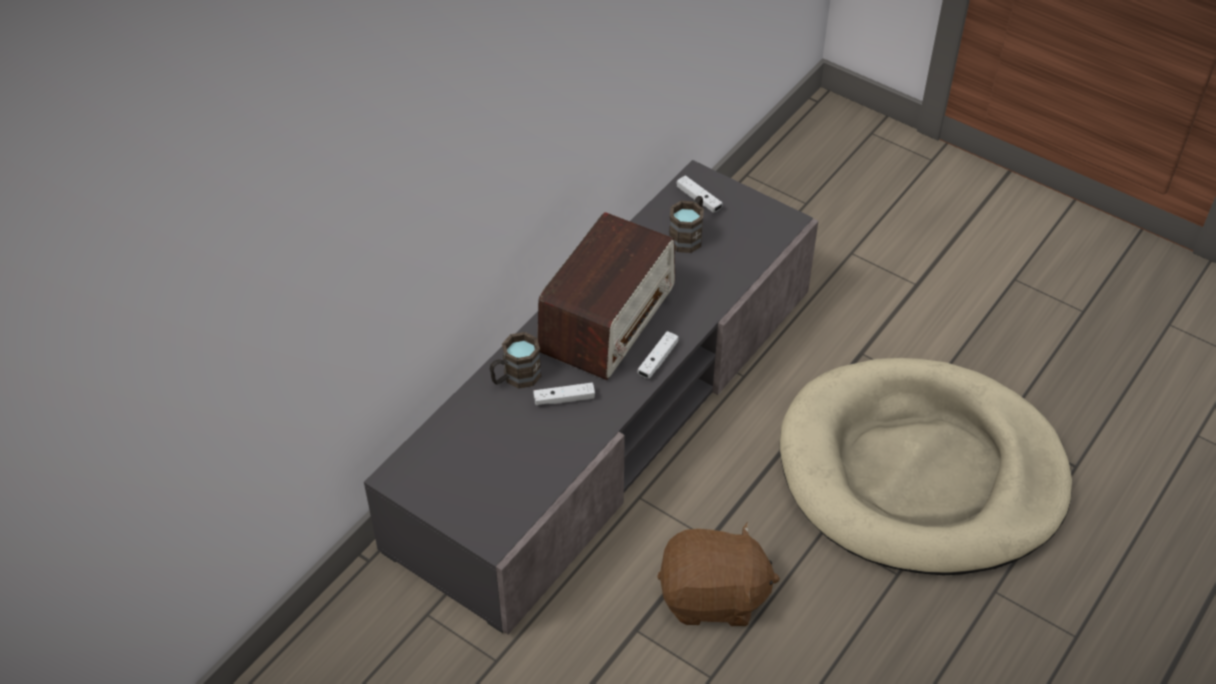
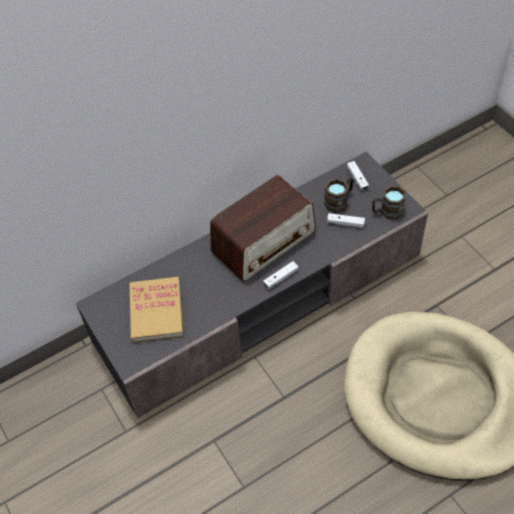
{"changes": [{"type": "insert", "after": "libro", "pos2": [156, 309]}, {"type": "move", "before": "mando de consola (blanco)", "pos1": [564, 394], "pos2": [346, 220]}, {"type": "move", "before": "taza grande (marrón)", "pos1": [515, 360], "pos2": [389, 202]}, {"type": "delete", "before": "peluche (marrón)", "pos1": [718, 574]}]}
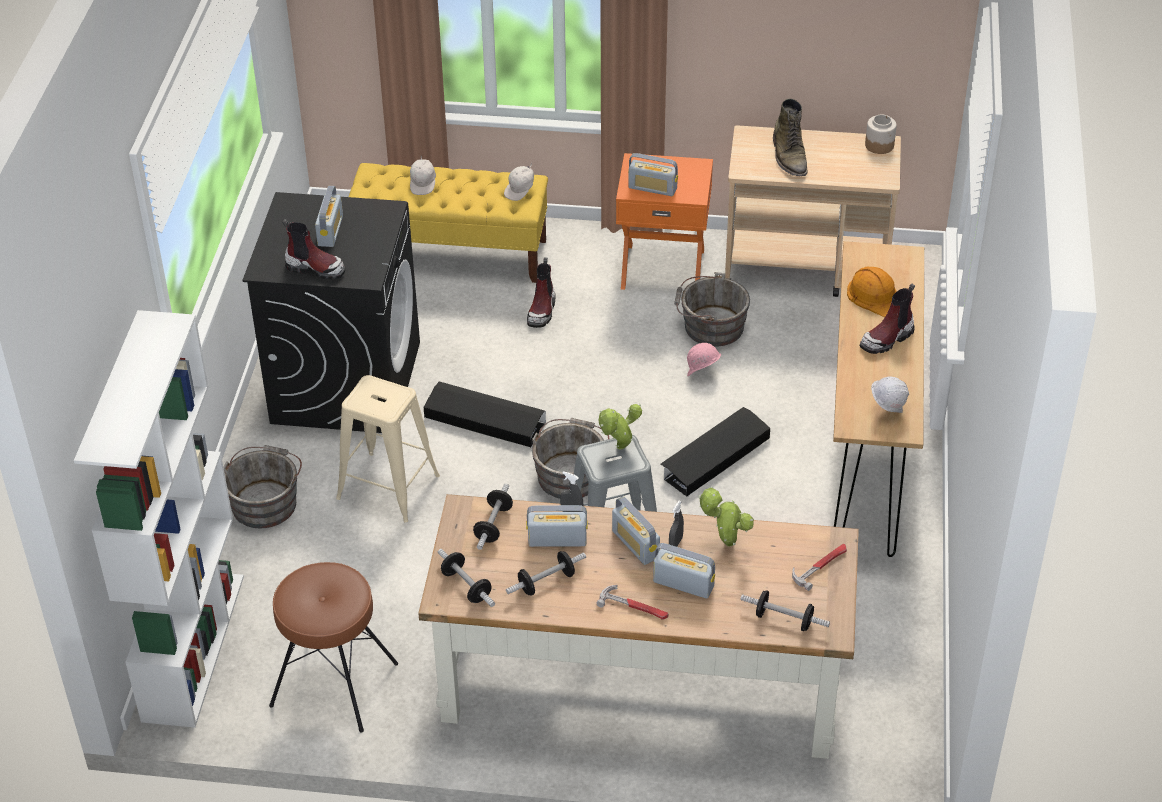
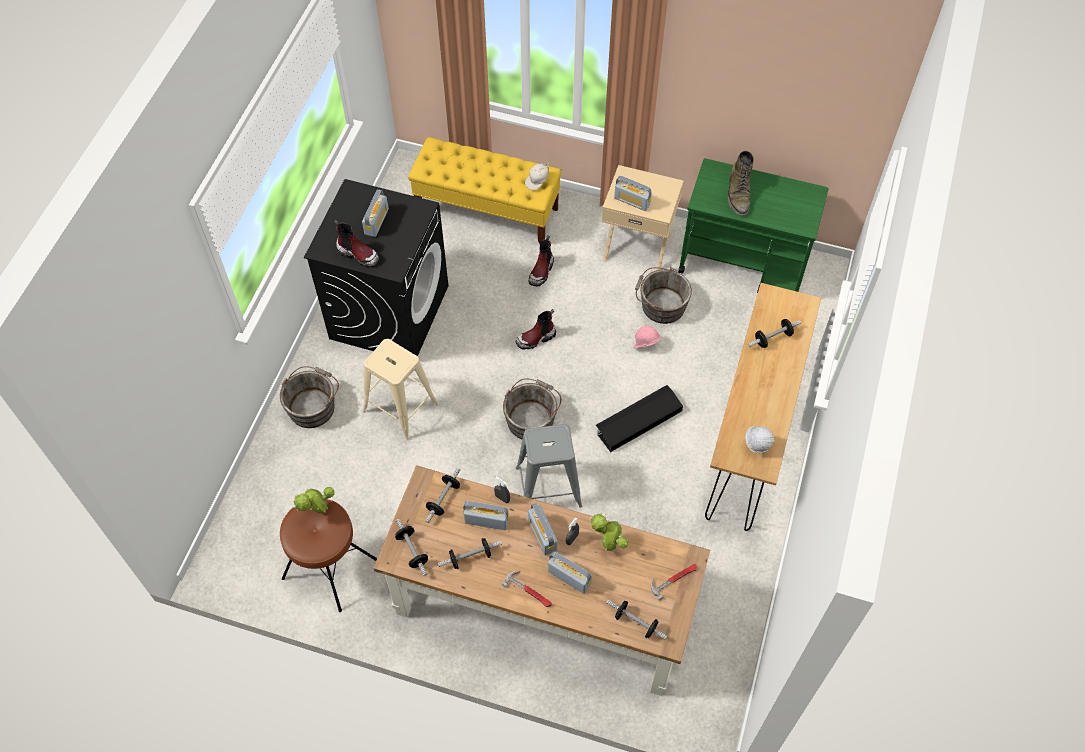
{"changes": [{"type": "move", "before": "planta en maceta", "pos1": [620, 427], "pos2": [314, 500]}, {"type": "move", "before": "bota", "pos1": [887, 318], "pos2": [536, 329]}, {"type": "recolor", "before": "mesita de noche (naranja)", "after": "mesita de noche (beis)", "pos1": [664, 221], "pos2": [643, 217]}, {"type": "recolor", "before": "carrito (beis)", "after": "carrito (verde)", "pos1": [813, 211], "pos2": [753, 225]}, {"type": "replace", "before": "casco (naranja)", "after": "mancuerna", "pos1": [872, 292], "pos2": [774, 333]}, {"type": "delete", "before": "estantería (blanco)", "pos1": [159, 519]}, {"type": "delete", "before": "gorra (blanco)", "pos1": [423, 175]}, {"type": "delete", "before": "caja de almacenaje (negro)", "pos1": [485, 414]}, {"type": "delete", "before": "tarro", "pos1": [881, 134]}]}
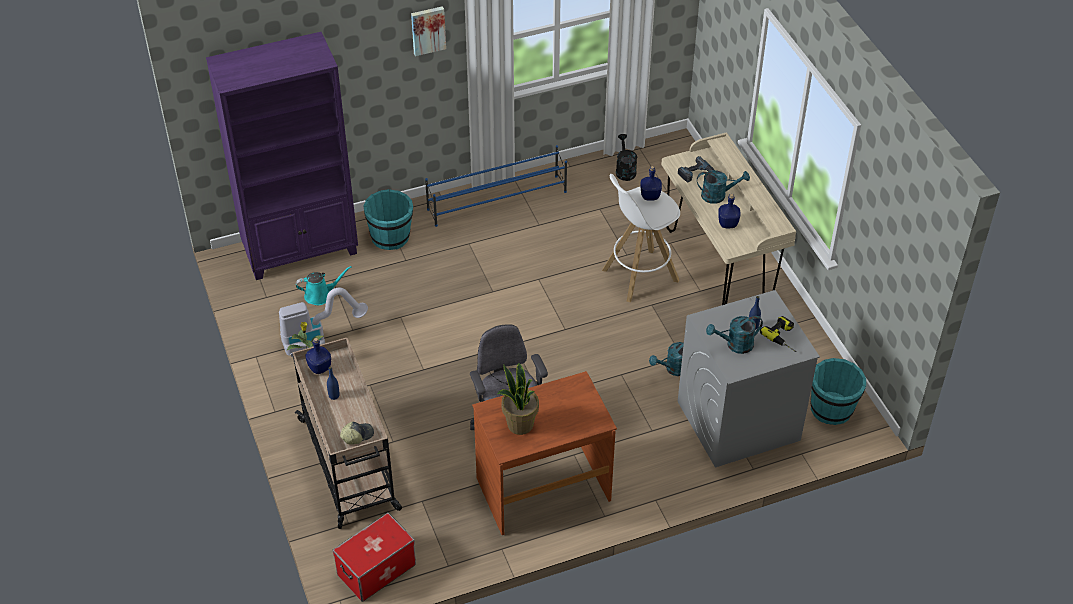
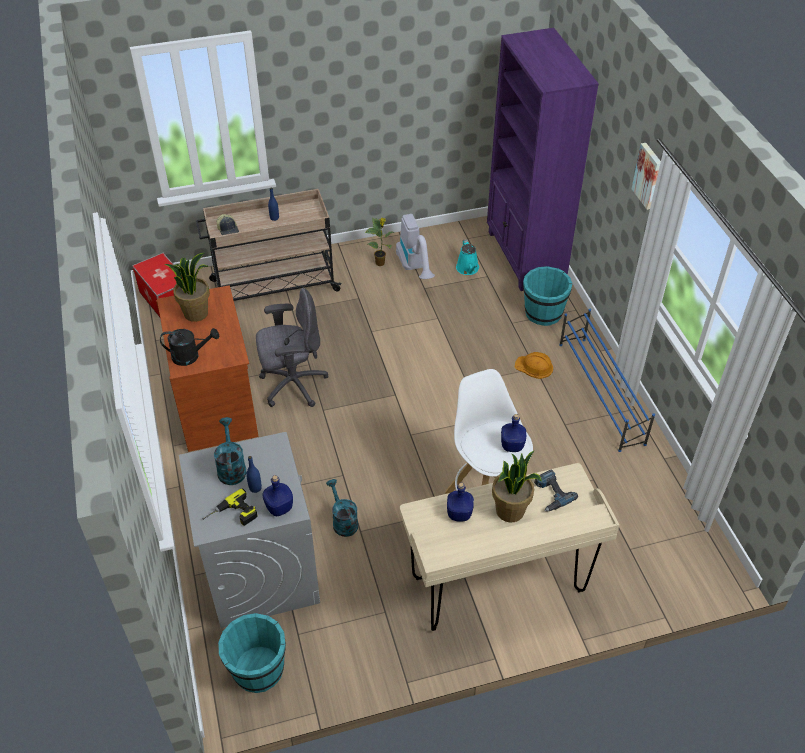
{"changes": [{"type": "move", "before": "regadera (negro)", "pos1": [626, 157], "pos2": [189, 347]}, {"type": "move", "before": "botella (azul)", "pos1": [318, 356], "pos2": [277, 495]}, {"type": "replace", "before": "regadera (turquesa)", "after": "planta en maceta", "pos1": [723, 187], "pos2": [517, 486]}, {"type": "insert", "after": "casco (naranja)", "pos2": [534, 365]}]}
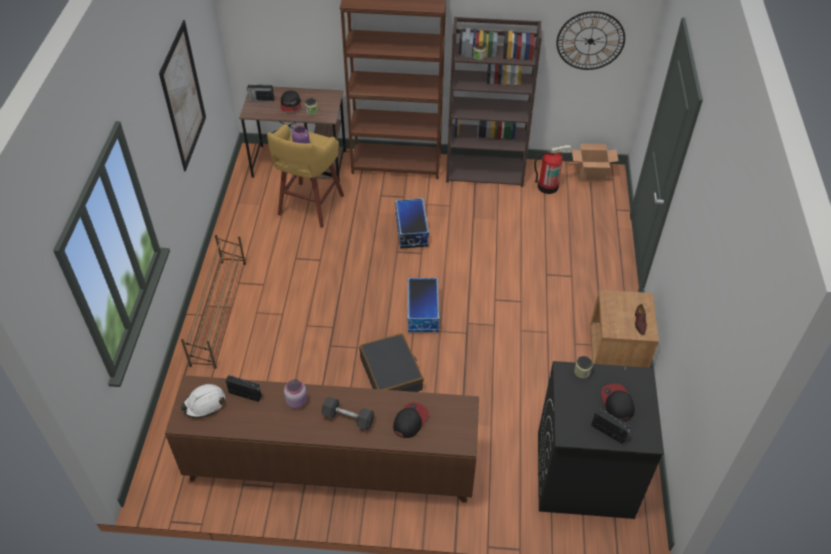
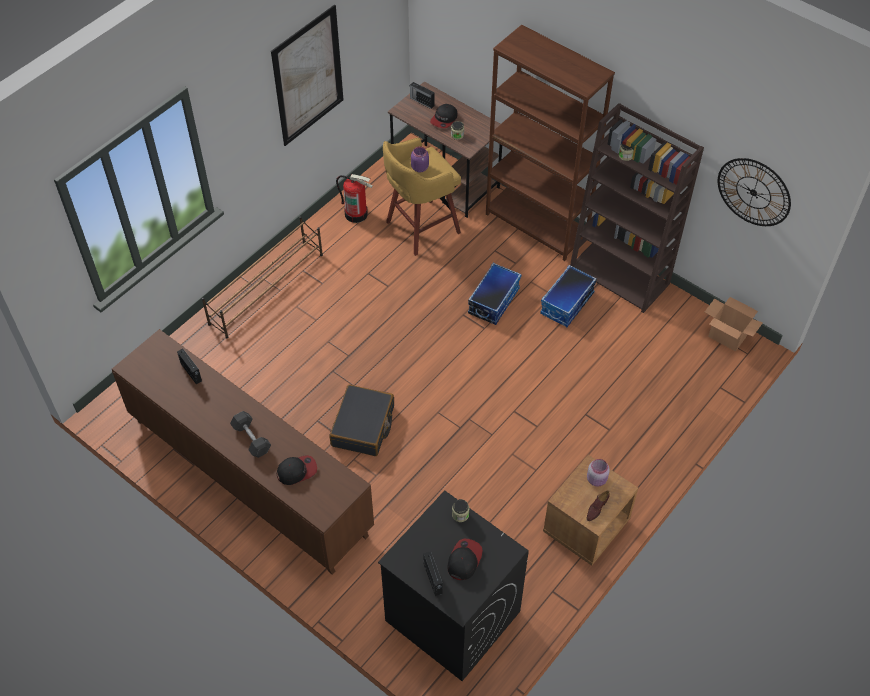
{"changes": [{"type": "move", "before": "extintor", "pos1": [553, 169], "pos2": [354, 198]}, {"type": "move", "before": "caja de almacenaje", "pos1": [423, 305], "pos2": [568, 296]}, {"type": "move", "before": "tarro (rosa)", "pos1": [295, 394], "pos2": [598, 473]}, {"type": "delete", "before": "casco (blanco)", "pos1": [202, 401]}]}
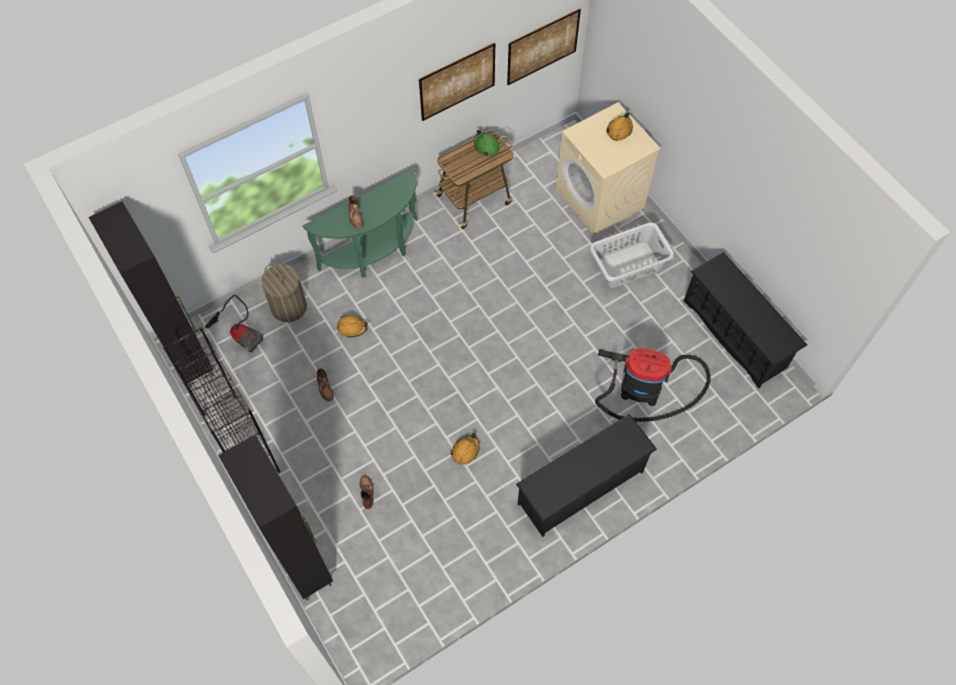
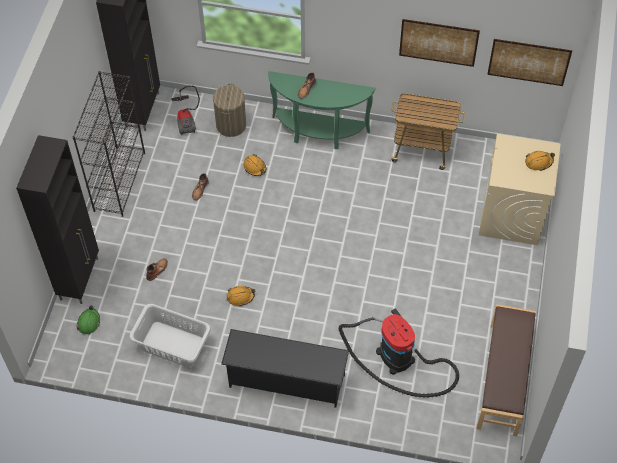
{"changes": [{"type": "move", "before": "casco (verde)", "pos1": [487, 143], "pos2": [88, 319]}, {"type": "move", "before": "cesto de la ropa (gris)", "pos1": [632, 255], "pos2": [170, 335]}, {"type": "replace", "before": "zapatero (negro)", "after": "banco (marrón)", "pos1": [745, 320], "pos2": [506, 370]}]}
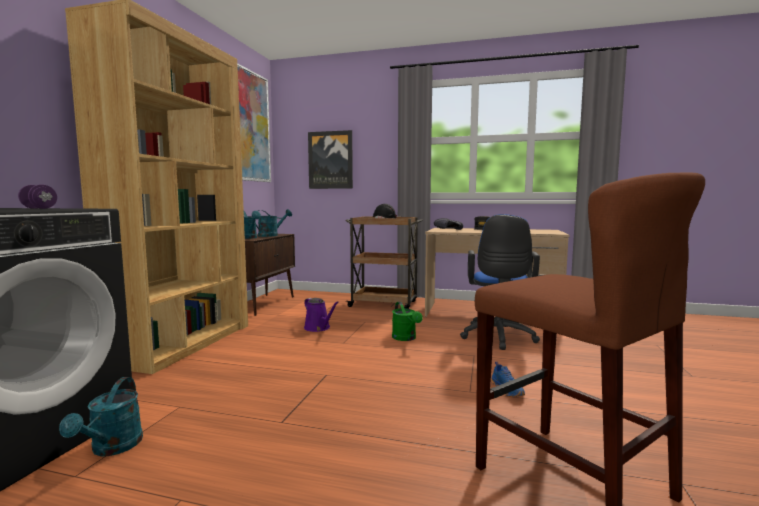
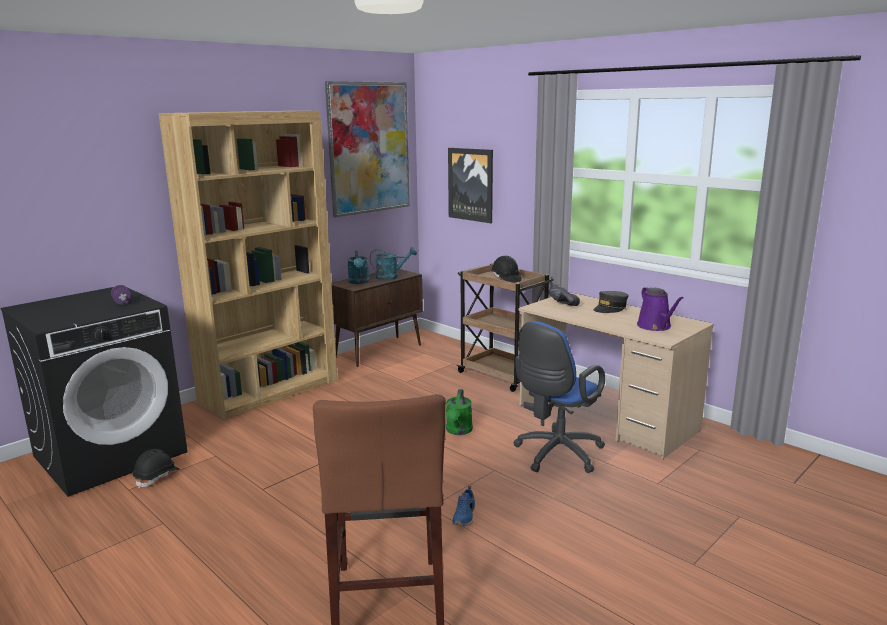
{"changes": [{"type": "replace", "before": "regadera (turquesa)", "after": "casco (negro)", "pos1": [101, 417], "pos2": [156, 469]}, {"type": "move", "before": "regadera (morado)", "pos1": [321, 315], "pos2": [660, 309]}]}
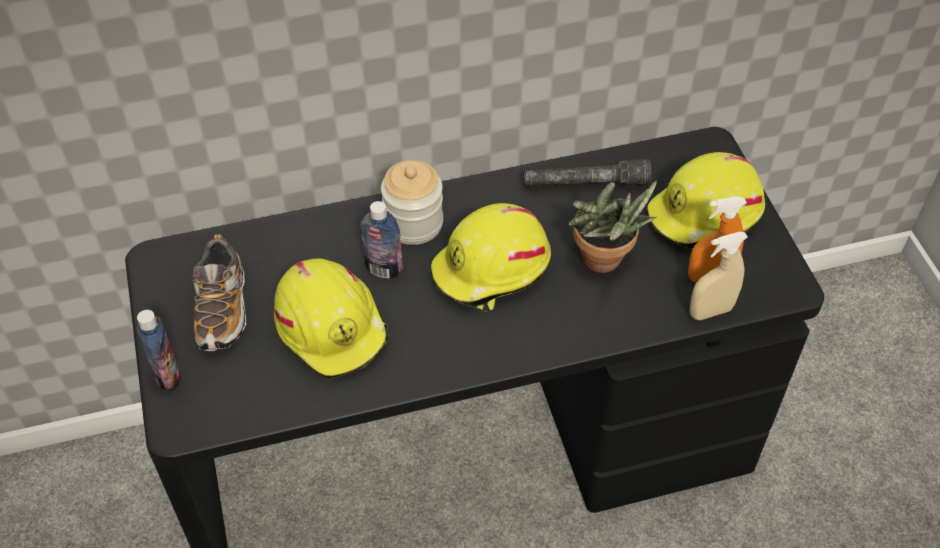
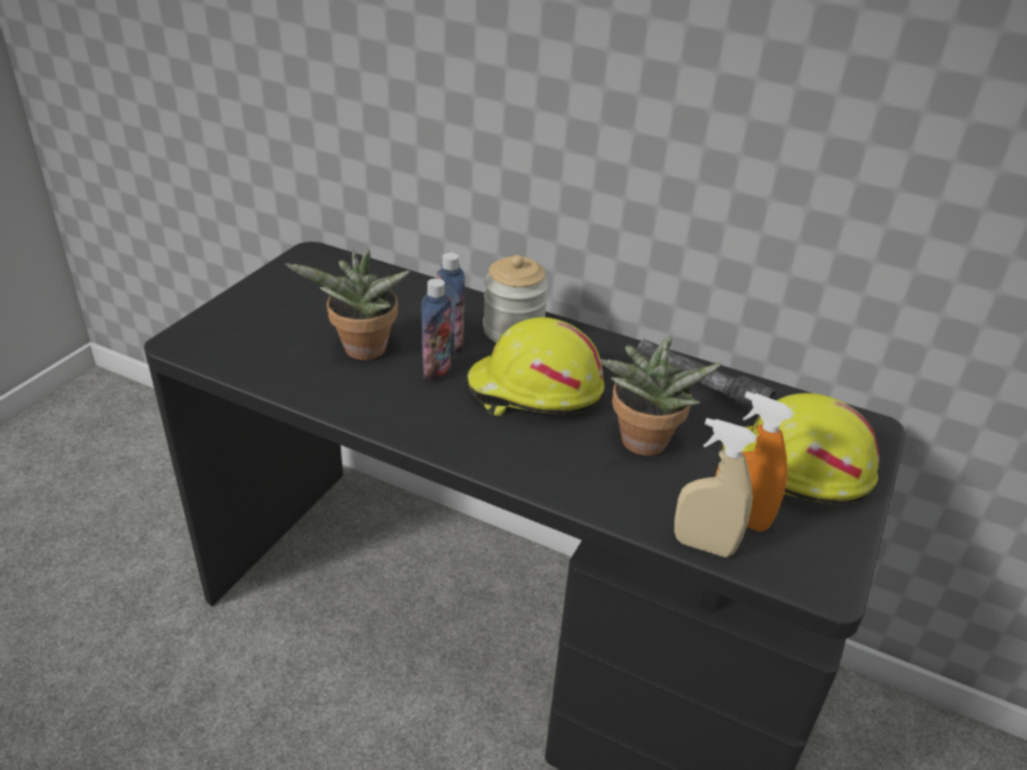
{"changes": [{"type": "replace", "before": "casco (amarillo)", "after": "planta en maceta", "pos1": [331, 318], "pos2": [347, 304]}, {"type": "move", "before": "botella", "pos1": [159, 351], "pos2": [436, 330]}, {"type": "delete", "before": "zapato", "pos1": [219, 292]}]}
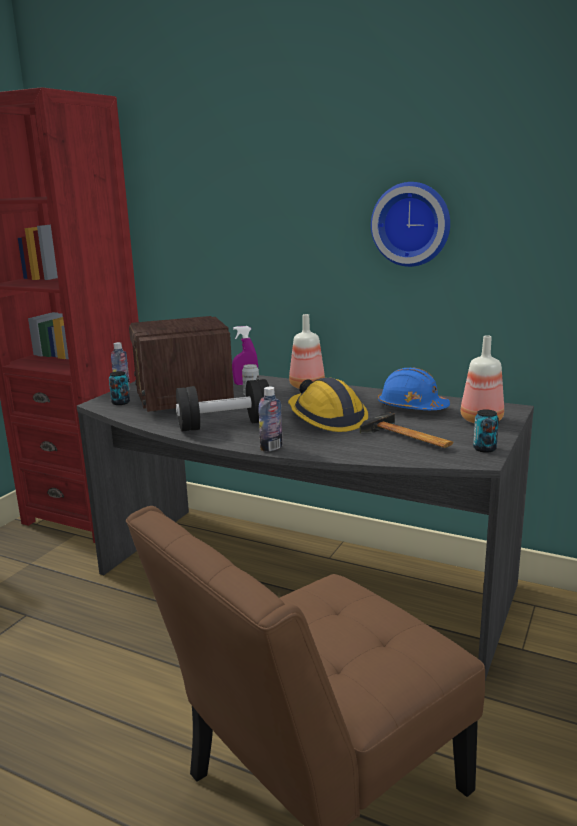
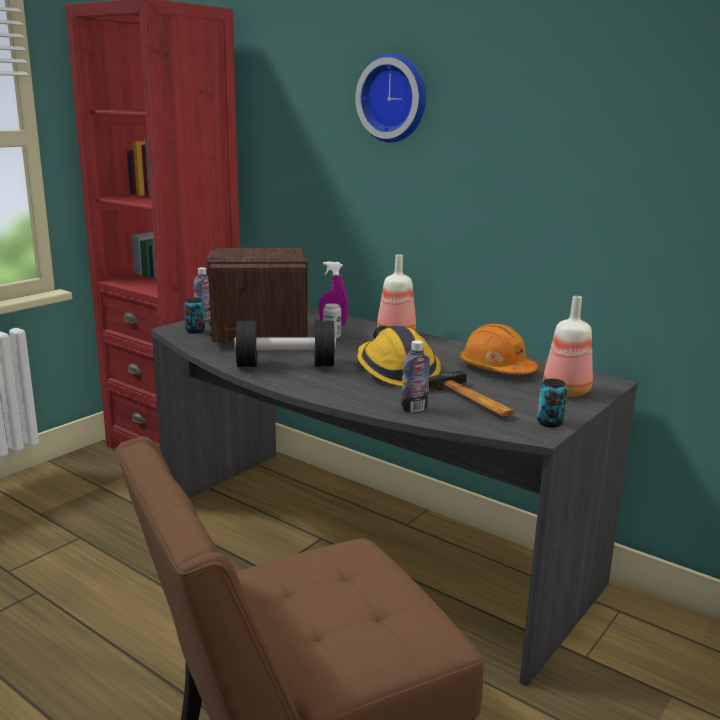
{"changes": [{"type": "move", "before": "reloj de pared", "pos1": [410, 224], "pos2": [390, 98]}, {"type": "move", "before": "botella", "pos1": [270, 419], "pos2": [415, 376]}, {"type": "recolor", "before": "casco (azul)", "after": "casco (naranja)", "pos1": [414, 389], "pos2": [499, 349]}]}
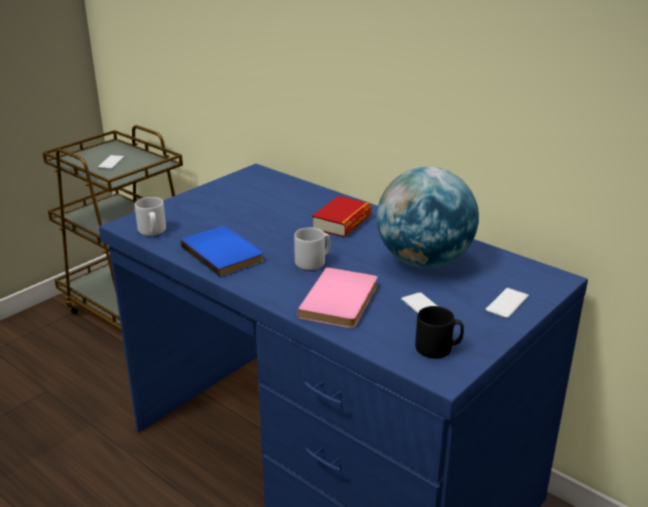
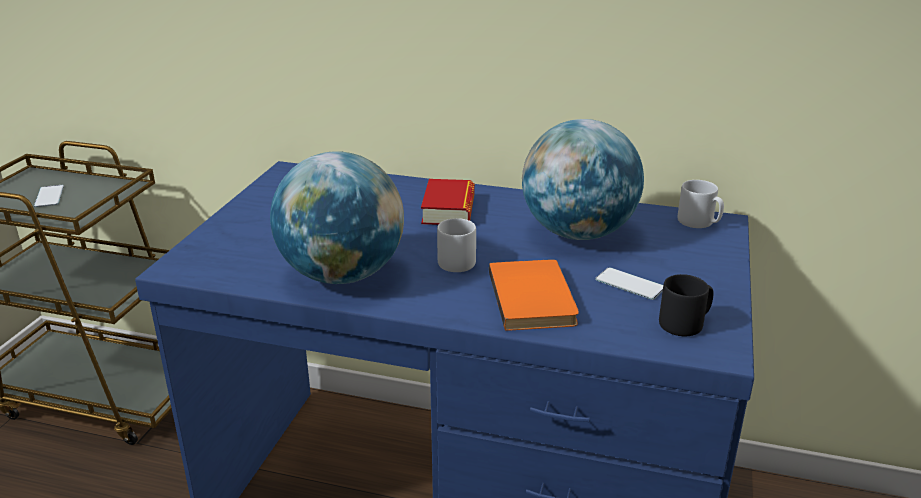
{"changes": [{"type": "replace", "before": "libro (azul)", "after": "globo terráqueo", "pos1": [222, 251], "pos2": [337, 217]}, {"type": "recolor", "before": "libro (rosa)", "after": "libro (naranja)", "pos1": [337, 297], "pos2": [534, 295]}, {"type": "move", "before": "taza grande (gris)", "pos1": [150, 216], "pos2": [701, 204]}, {"type": "delete", "before": "móvil", "pos1": [507, 303]}]}
